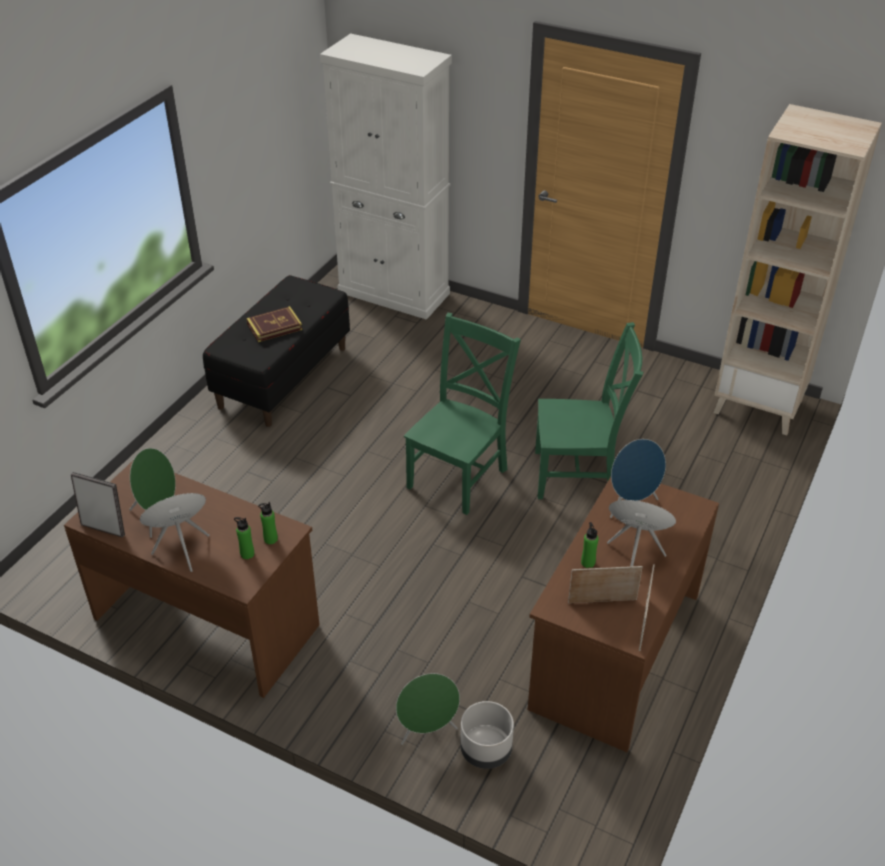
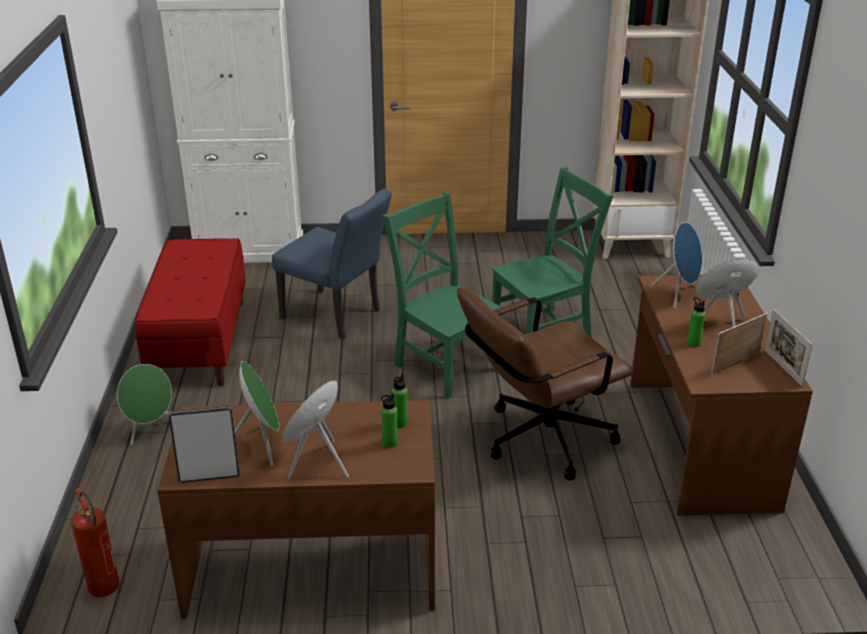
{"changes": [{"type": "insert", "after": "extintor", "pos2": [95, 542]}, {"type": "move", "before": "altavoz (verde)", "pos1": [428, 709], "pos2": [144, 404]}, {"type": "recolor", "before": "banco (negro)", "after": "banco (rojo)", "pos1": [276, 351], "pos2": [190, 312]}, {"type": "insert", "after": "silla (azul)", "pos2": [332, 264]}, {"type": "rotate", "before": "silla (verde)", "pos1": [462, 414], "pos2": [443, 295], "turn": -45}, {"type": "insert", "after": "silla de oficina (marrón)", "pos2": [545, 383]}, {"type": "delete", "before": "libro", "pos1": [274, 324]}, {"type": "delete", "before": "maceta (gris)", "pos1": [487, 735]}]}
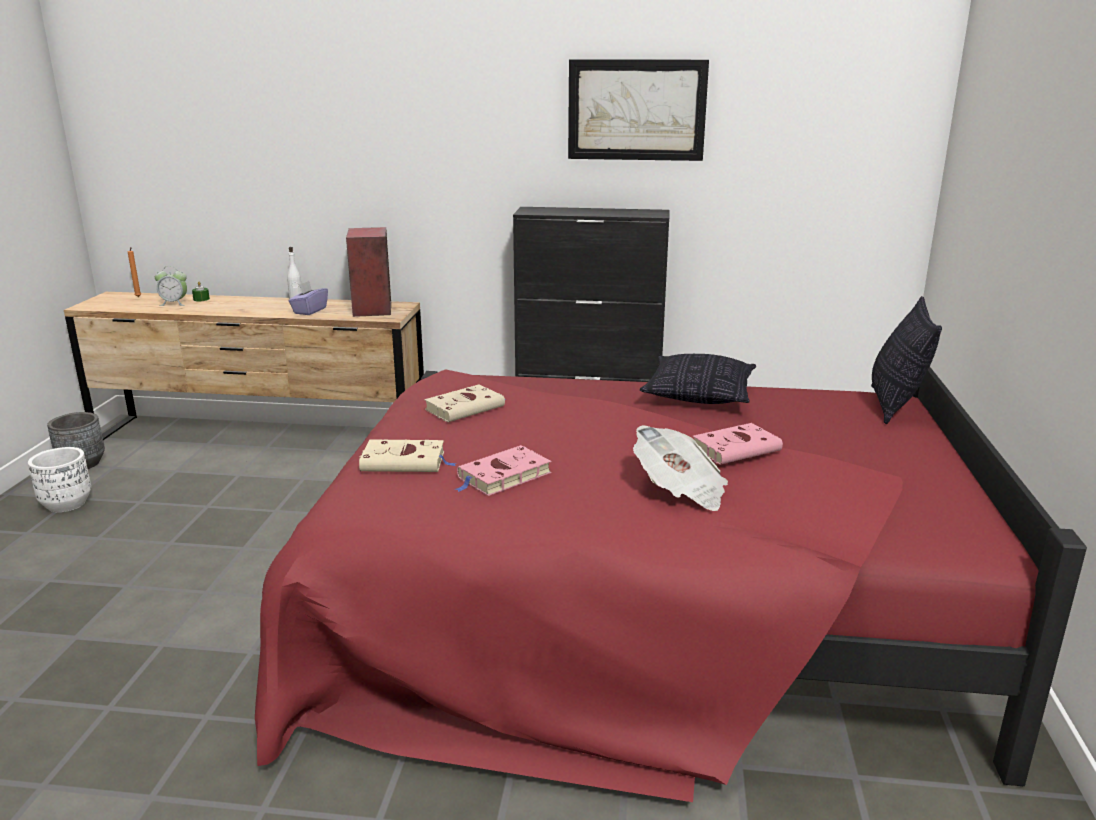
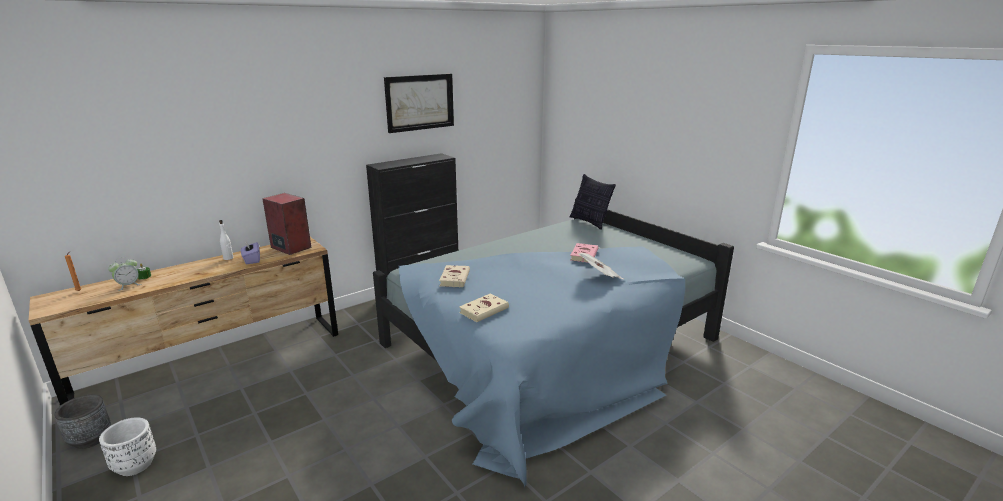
{"changes": [{"type": "recolor", "before": "cama (rojo)", "after": "cama (azul)", "pos1": [671, 584], "pos2": [553, 343]}, {"type": "delete", "before": "libro (rosa)", "pos1": [503, 470]}, {"type": "delete", "before": "cojín", "pos1": [698, 379]}]}
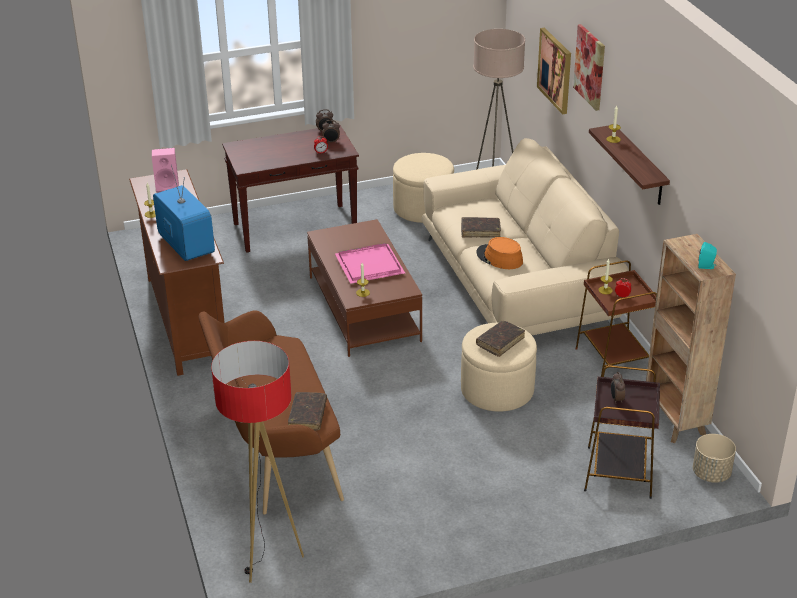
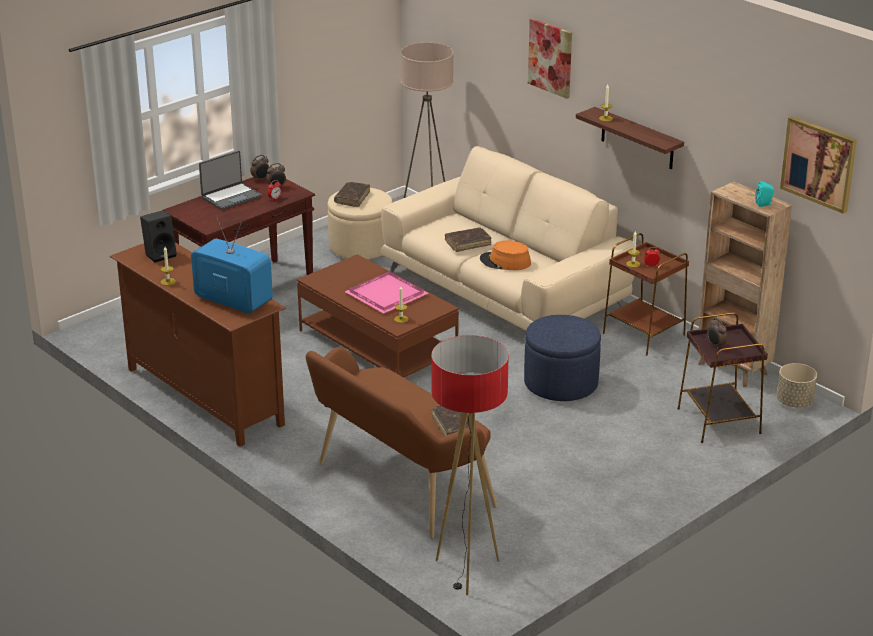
{"changes": [{"type": "recolor", "before": "altavoz (rosa)", "after": "altavoz (negro)", "pos1": [165, 170], "pos2": [158, 236]}, {"type": "insert", "after": "portátil", "pos2": [230, 180]}, {"type": "move", "before": "libro (marrón)", "pos1": [500, 338], "pos2": [352, 194]}, {"type": "recolor", "before": "puf (beis)", "after": "puf (azul)", "pos1": [499, 367], "pos2": [562, 358]}, {"type": "move", "before": "cuadro", "pos1": [554, 71], "pos2": [818, 165]}]}
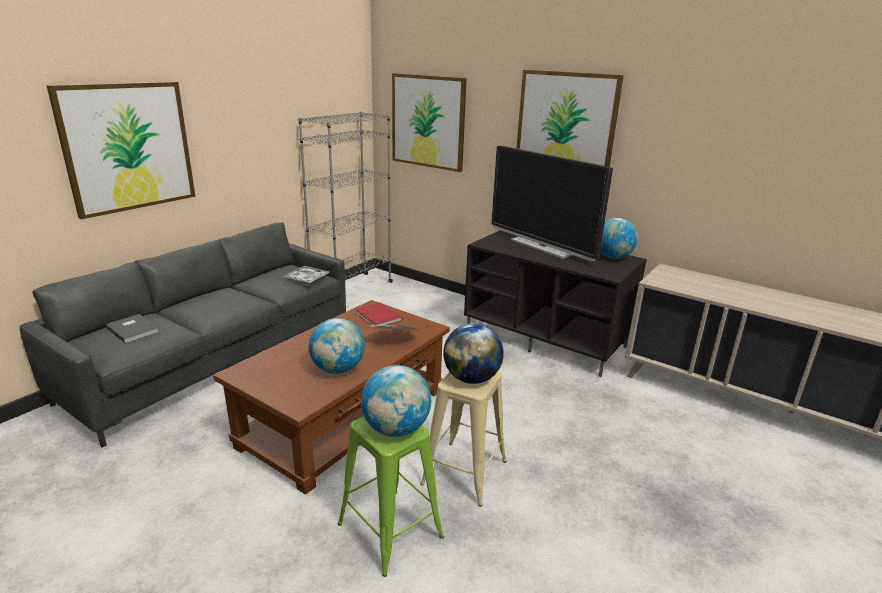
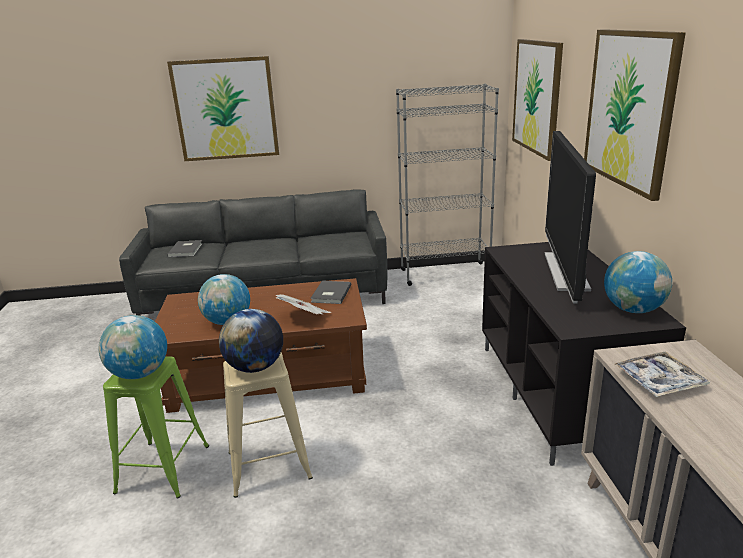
{"changes": [{"type": "recolor", "before": "libro (rojo)", "after": "libro (gris)", "pos1": [378, 315], "pos2": [330, 292]}, {"type": "move", "before": "bandeja", "pos1": [306, 274], "pos2": [662, 374]}]}
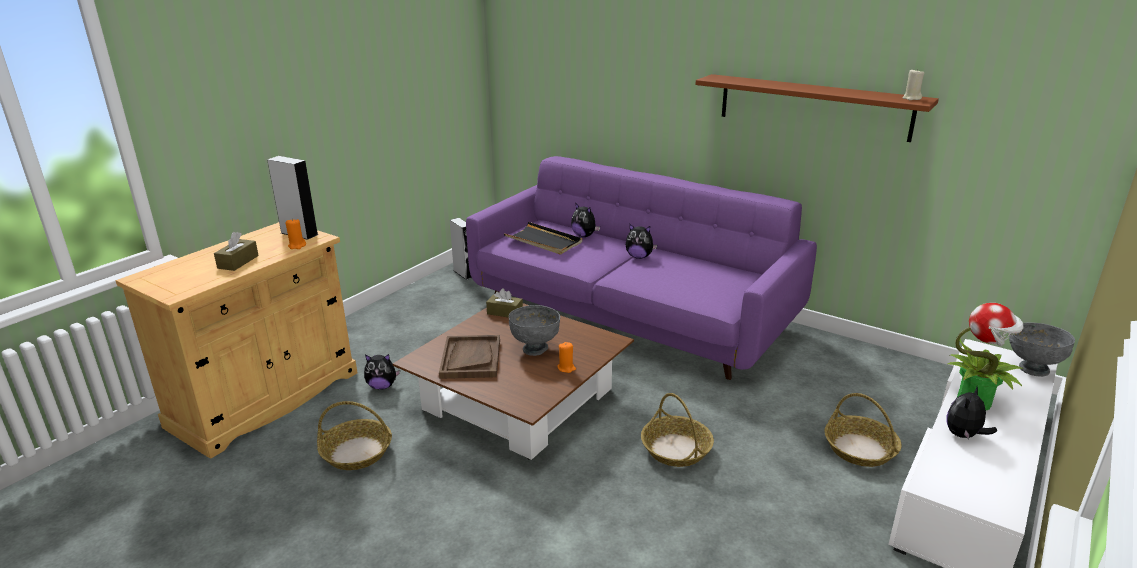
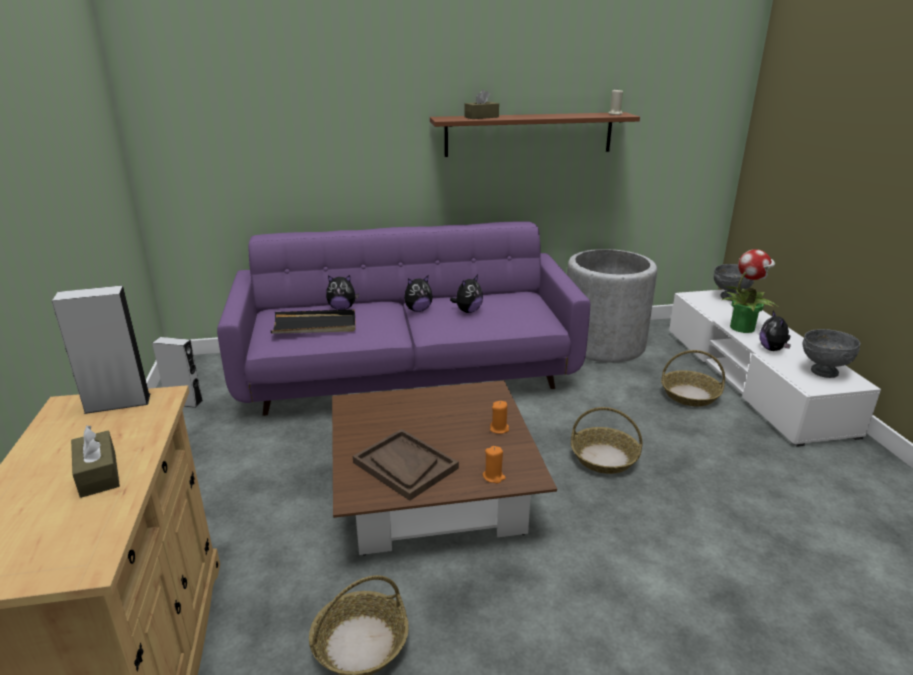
{"changes": [{"type": "move", "before": "peluche", "pos1": [382, 372], "pos2": [466, 294]}, {"type": "move", "before": "caja de pañuelos (marrón)", "pos1": [504, 302], "pos2": [482, 104]}, {"type": "move", "before": "vela (naranja)", "pos1": [296, 233], "pos2": [494, 464]}, {"type": "insert", "after": "maceta (gris)", "pos2": [612, 306]}, {"type": "move", "before": "cuenco (gris)", "pos1": [534, 330], "pos2": [831, 353]}]}
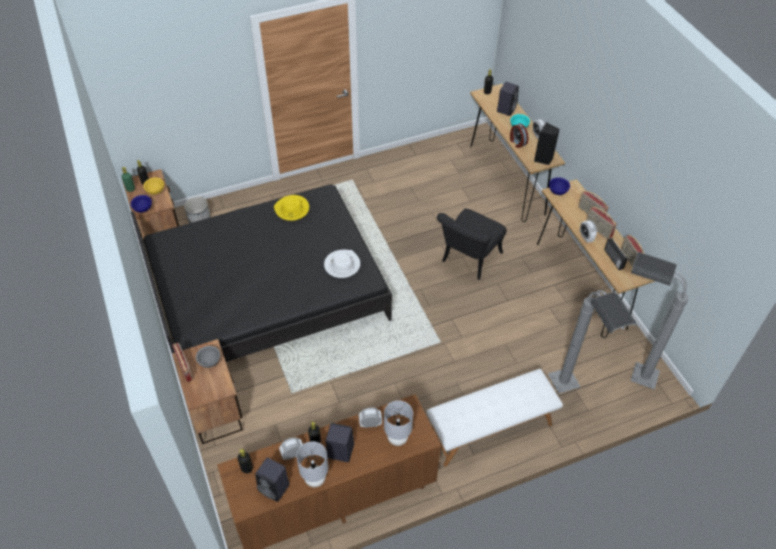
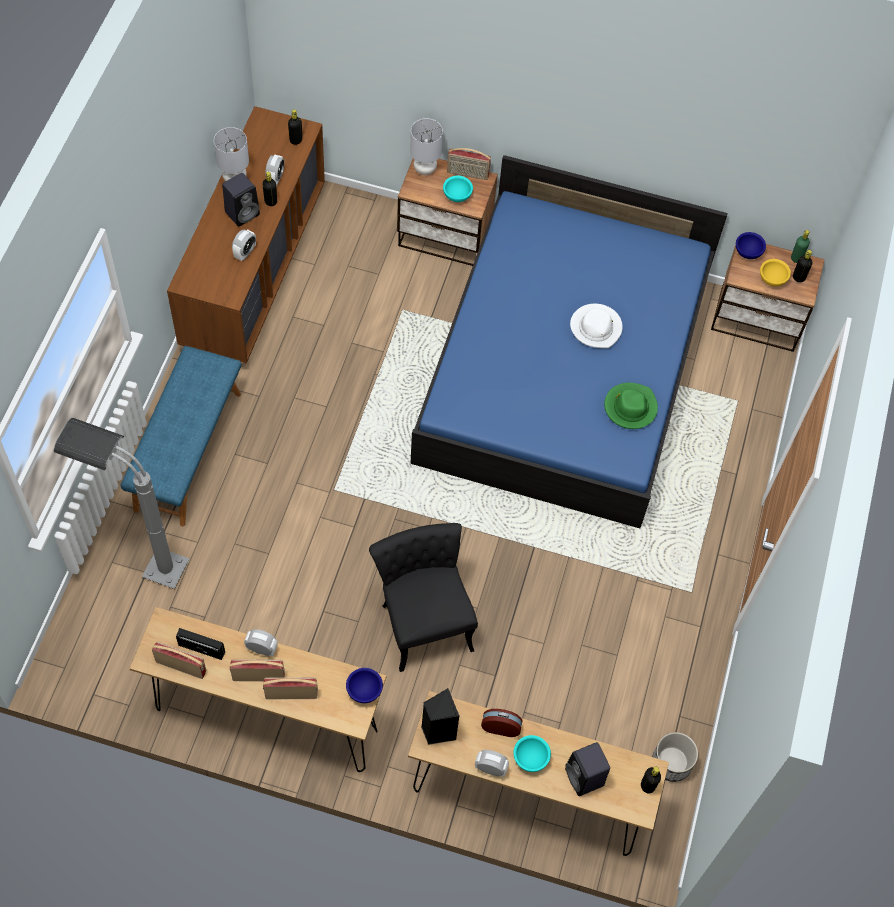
{"changes": [{"type": "recolor", "before": "banco (blanco)", "after": "banco (azul)", "pos1": [495, 418], "pos2": [181, 436]}, {"type": "move", "before": "lámpara de mesa (gris)", "pos1": [398, 423], "pos2": [426, 146]}, {"type": "recolor", "before": "cama (negro)", "after": "cama (azul)", "pos1": [261, 273], "pos2": [569, 341]}, {"type": "recolor", "before": "cuenco (gris)", "after": "cuenco (turquesa)", "pos1": [208, 357], "pos2": [458, 189]}, {"type": "move", "before": "sombrero (blanco)", "pos1": [342, 264], "pos2": [596, 326]}, {"type": "recolor", "before": "sombrero (amarillo)", "after": "sombrero (verde)", "pos1": [291, 208], "pos2": [631, 406]}, {"type": "move", "before": "maceta", "pos1": [197, 210], "pos2": [675, 757]}, {"type": "delete", "before": "altavoz (negro)", "pos1": [272, 479]}, {"type": "delete", "before": "lámpara de pie (gris)", "pos1": [659, 321]}]}
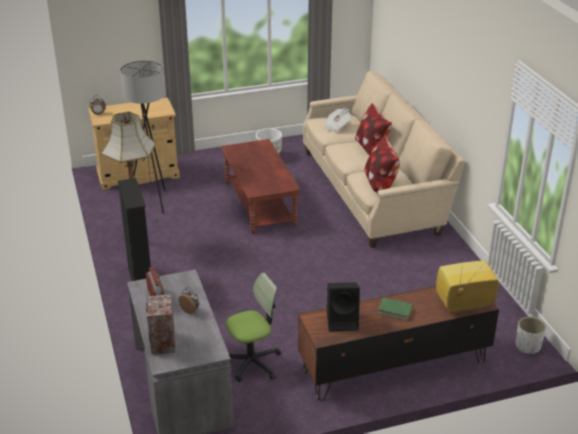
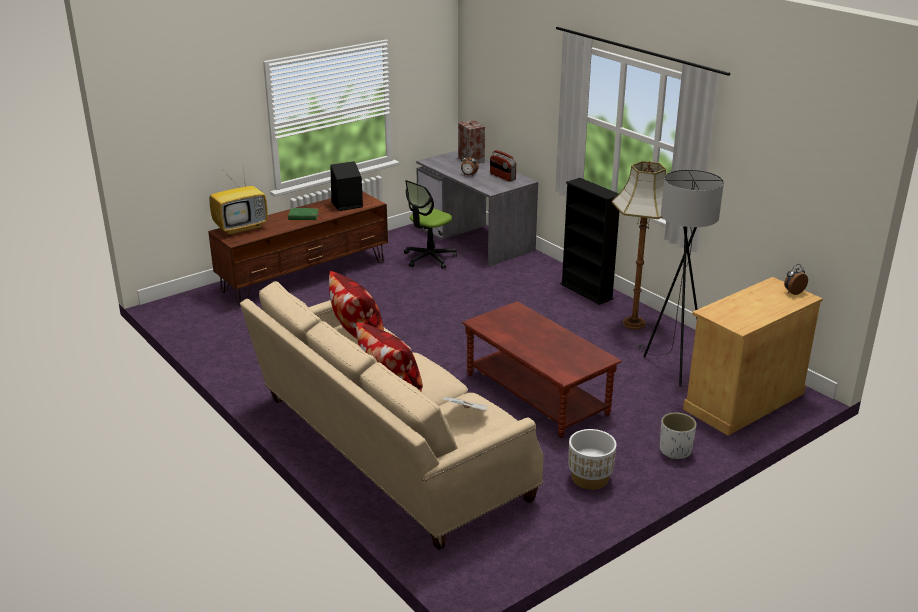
{"changes": [{"type": "move", "before": "maceta (blanco)", "pos1": [531, 335], "pos2": [678, 436]}]}
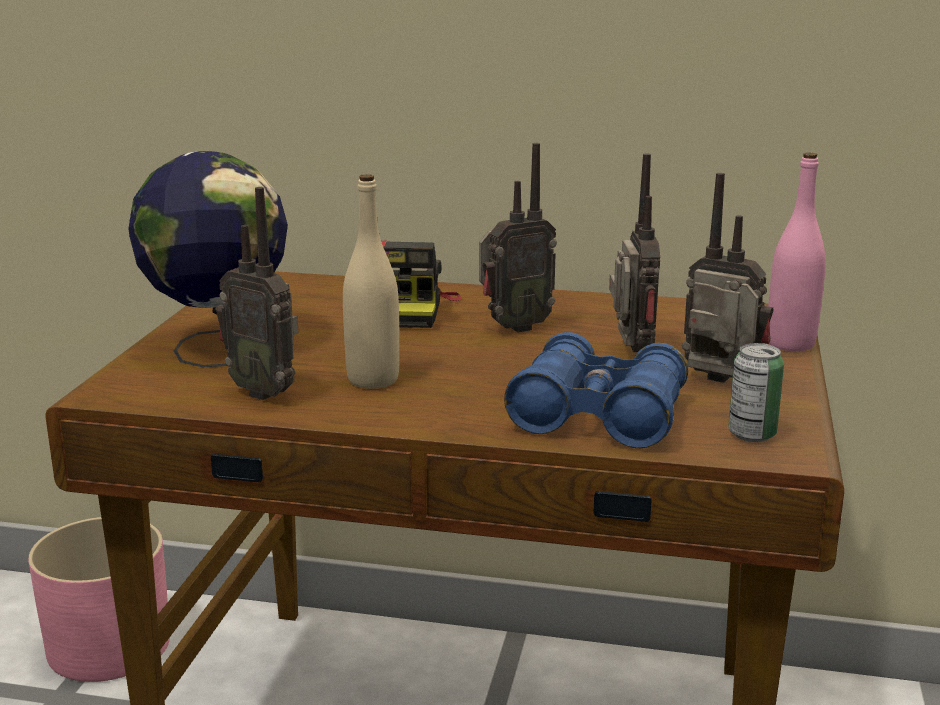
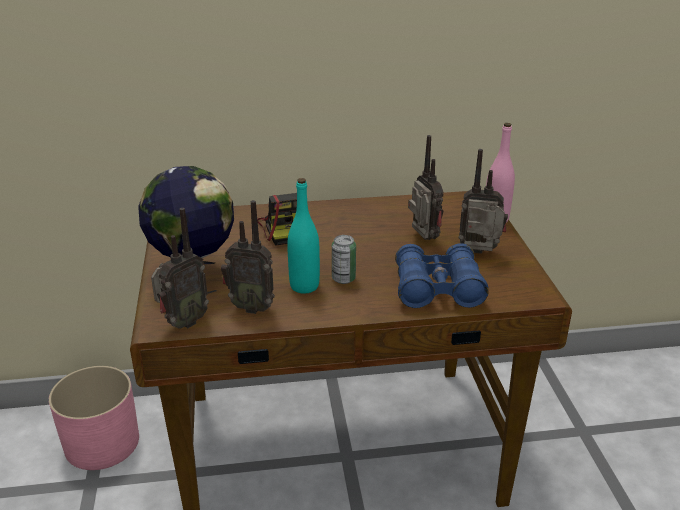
{"changes": [{"type": "move", "before": "radio", "pos1": [518, 238], "pos2": [180, 268]}, {"type": "recolor", "before": "botella (beis)", "after": "botella (turquesa)", "pos1": [371, 281], "pos2": [303, 236]}, {"type": "move", "before": "lata", "pos1": [756, 392], "pos2": [344, 259]}]}
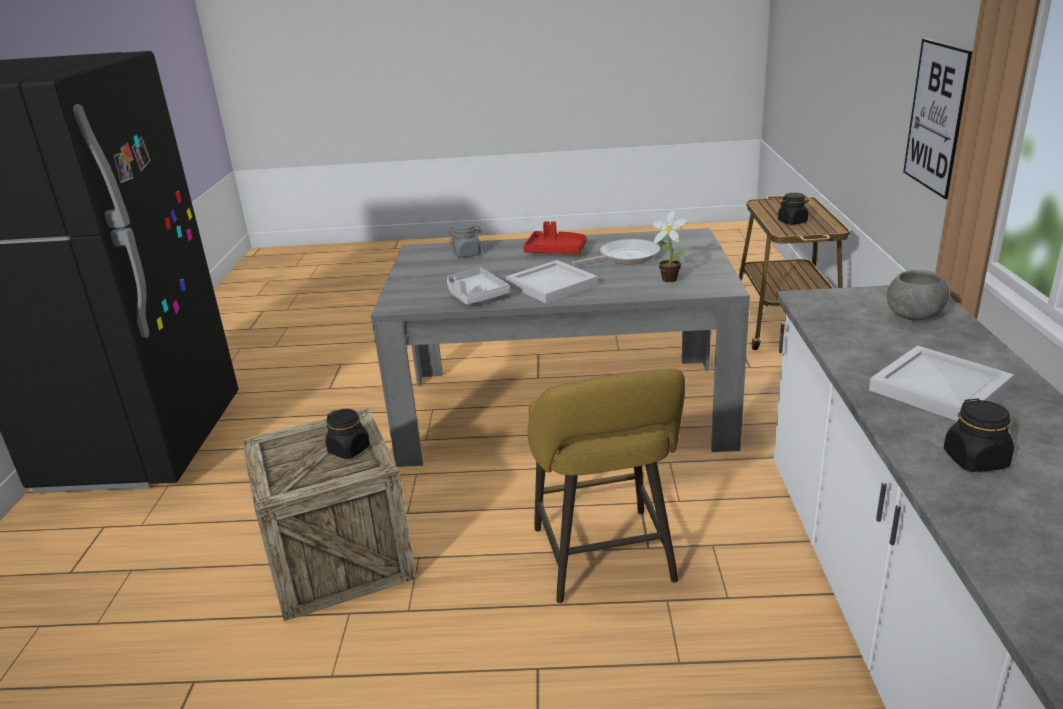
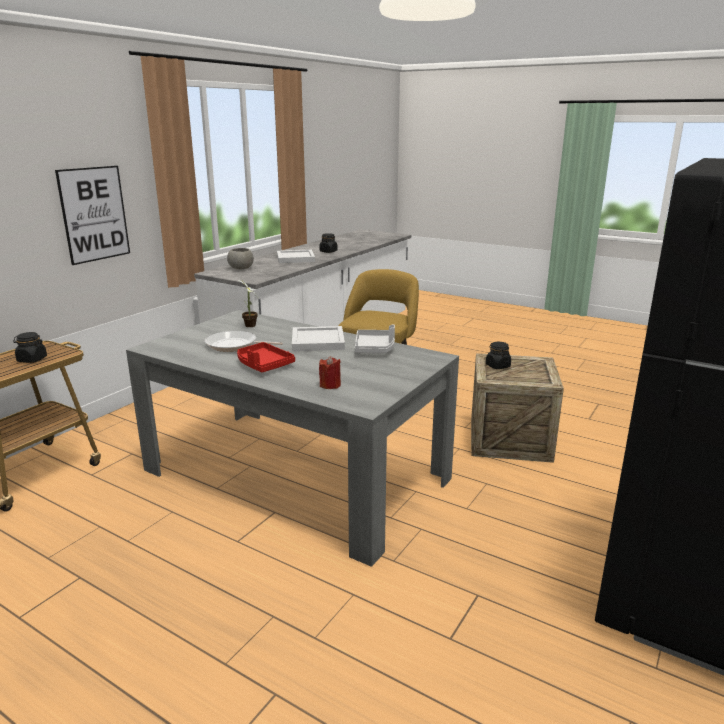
{"changes": [{"type": "replace", "before": "tarro (gris)", "after": "vela (rojo)", "pos1": [465, 239], "pos2": [330, 372]}]}
